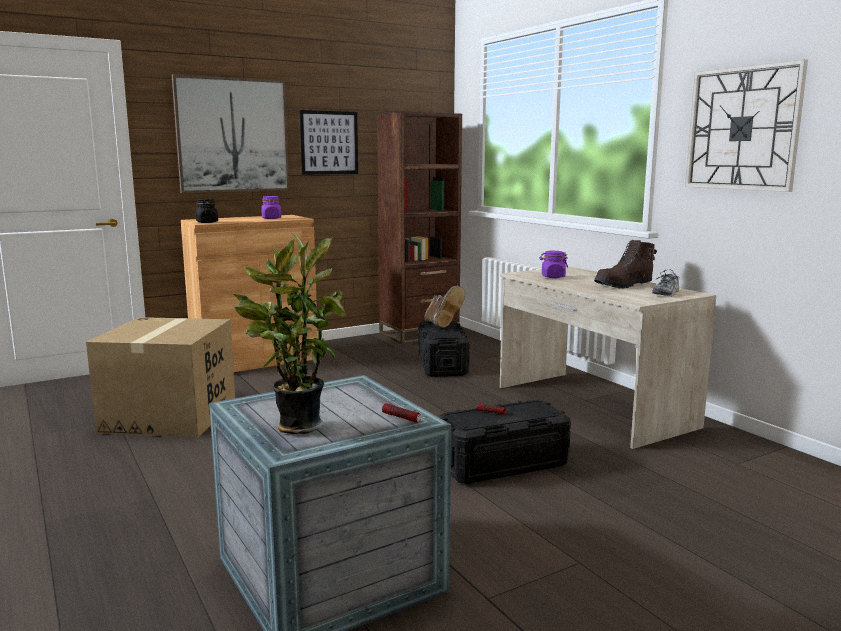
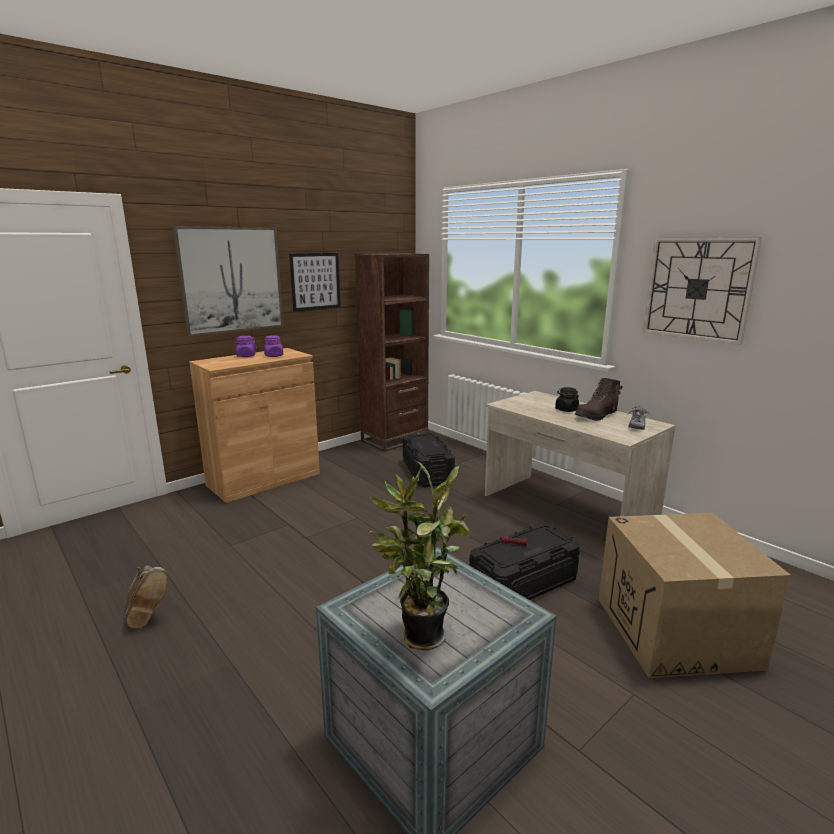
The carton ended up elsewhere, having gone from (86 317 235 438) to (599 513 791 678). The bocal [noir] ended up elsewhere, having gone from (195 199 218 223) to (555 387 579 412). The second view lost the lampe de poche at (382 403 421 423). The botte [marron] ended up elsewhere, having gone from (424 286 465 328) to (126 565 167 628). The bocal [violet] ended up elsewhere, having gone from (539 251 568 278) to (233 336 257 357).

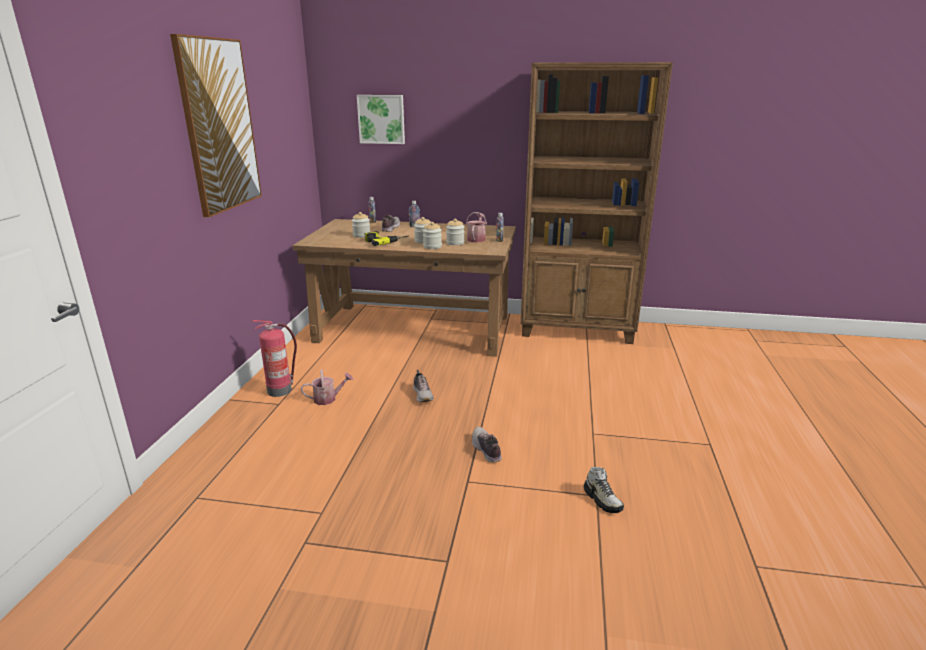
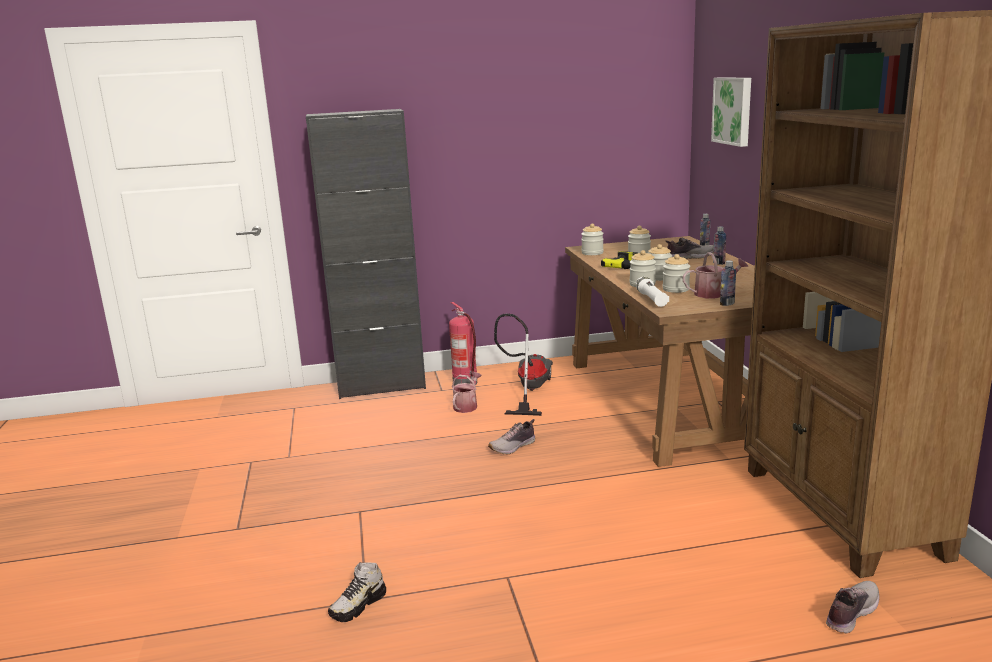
The second view lost the tableau at (170 34 262 218). The arrosoir at (301 369 353 405) ended up facing another way, 120 degrees counterclockwise from before. The chaussure ended up elsewhere, having gone from (472 427 502 463) to (826 581 879 633). The second view gained the meuble de rangement [noir] at (306 109 426 399). The second view gained the aspirateur at (494 314 553 416). The second view gained the bocal at (581 224 604 255). The second view gained the lampe de poche [blanc] at (636 277 669 307).

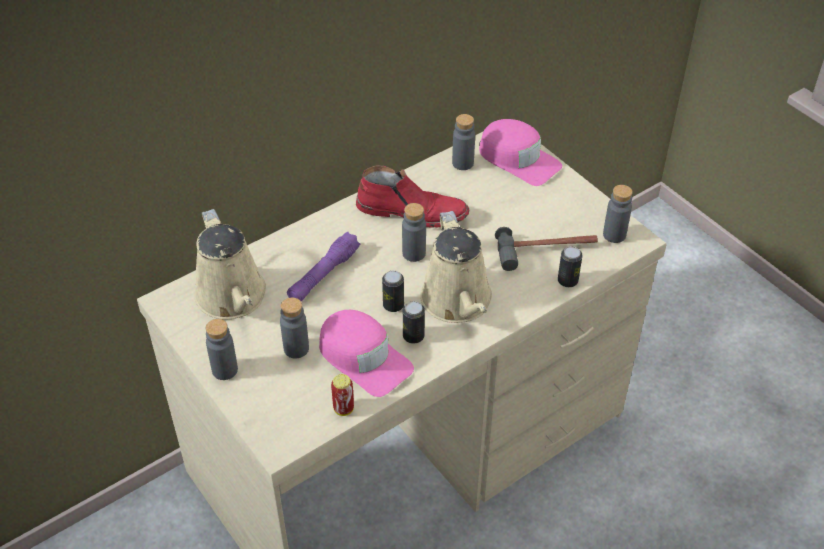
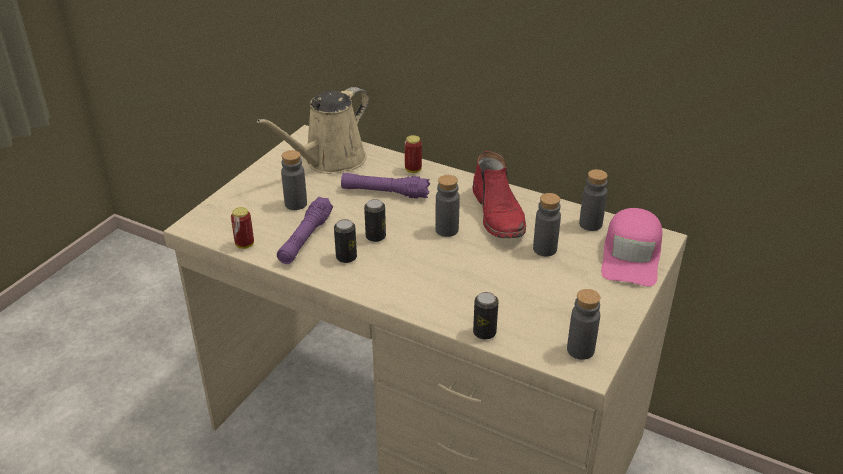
The bouteille [gris] ended up elsewhere, having gone from (206 319 238 380) to (533 193 561 257). Where the casquette [rose] stood at (319 310 414 397), the lampe de poche [violet] came to stand at (277 197 333 264). The second view lost the arrosoir [beige] at (420 211 492 323). The second view lost the marteau at (495 227 598 271). The second view gained the boîte métallique at (405 135 422 173).

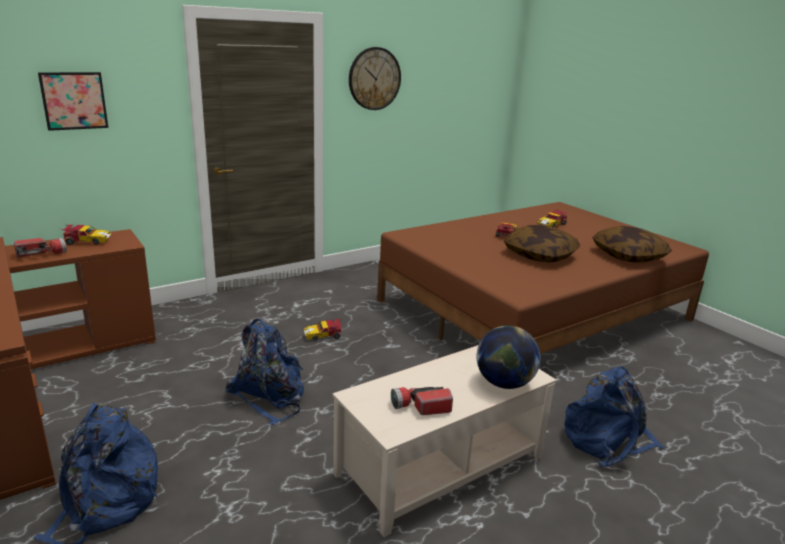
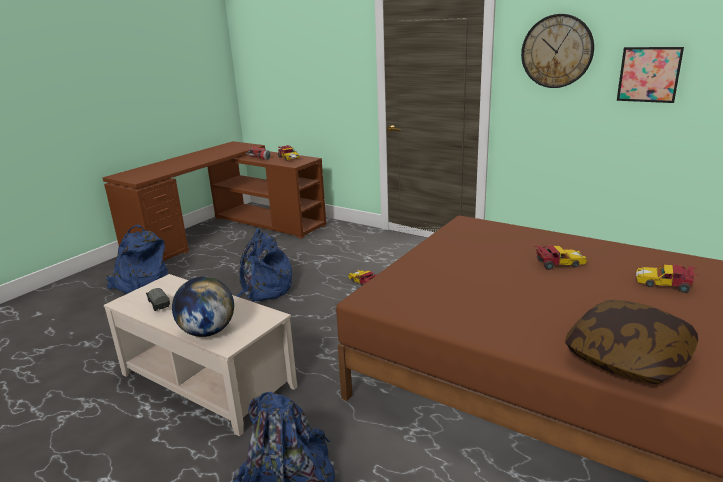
The tableau ended up elsewhere, having gone from (38 72 108 131) to (617 47 684 103). Where the lampe de poche stood at (391 387 453 415), the camion jouet came to stand at (146 288 170 311). The second view lost the coussin at (504 225 580 262).

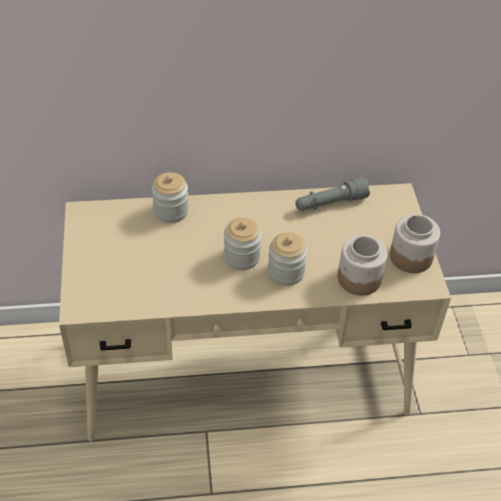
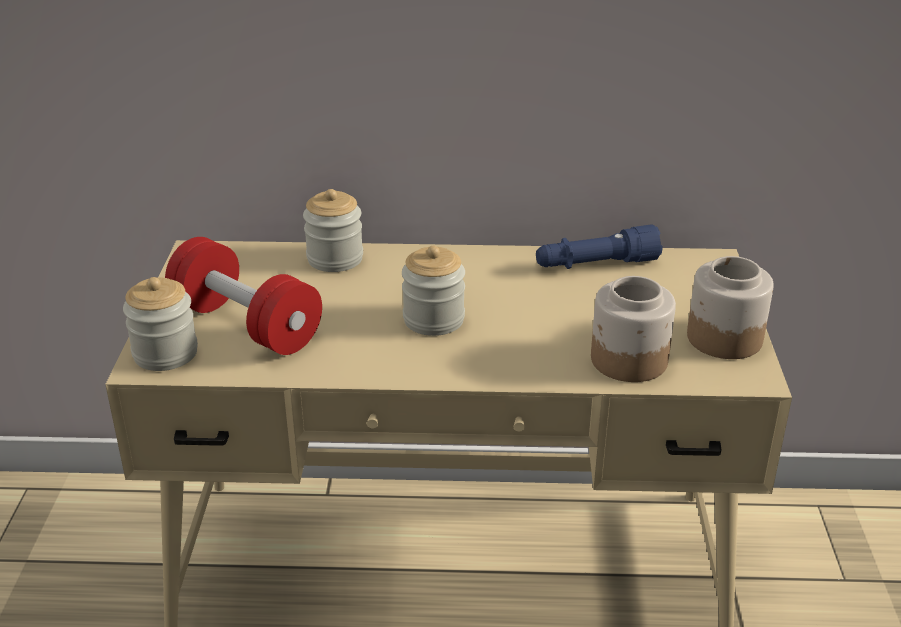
The bocal ended up elsewhere, having gone from (268 233 307 286) to (123 277 198 371). What was the lampe de poche [gris] at (295 176 370 211) turned into the lampe de poche [bleu] at (536 224 663 269). The second view gained the haltère [rouge] at (165 237 322 355).

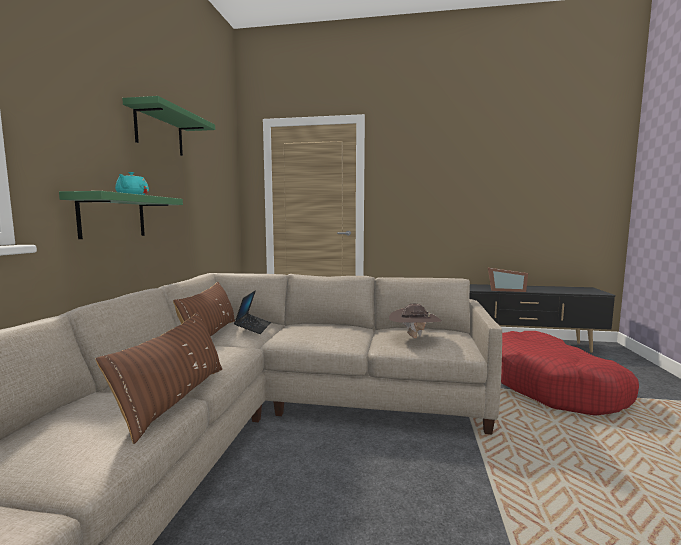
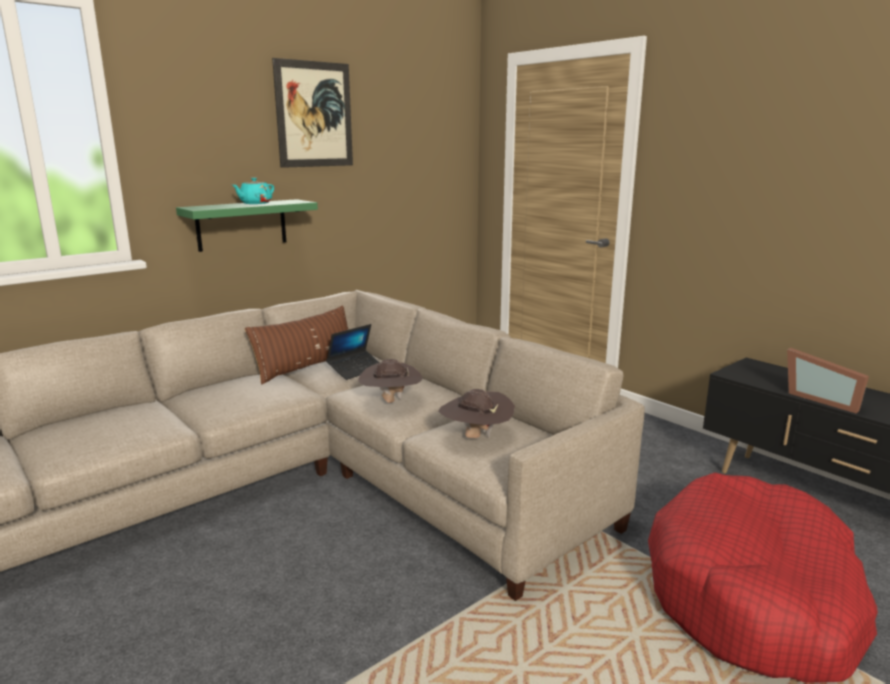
The second view lost the coussin [marron] at (95 312 222 444). Where the étagère [vert] hung at (122 96 215 156), the tableau came to hang at (272 58 353 168). The second view gained the chapeau [marron] at (358 359 423 403).

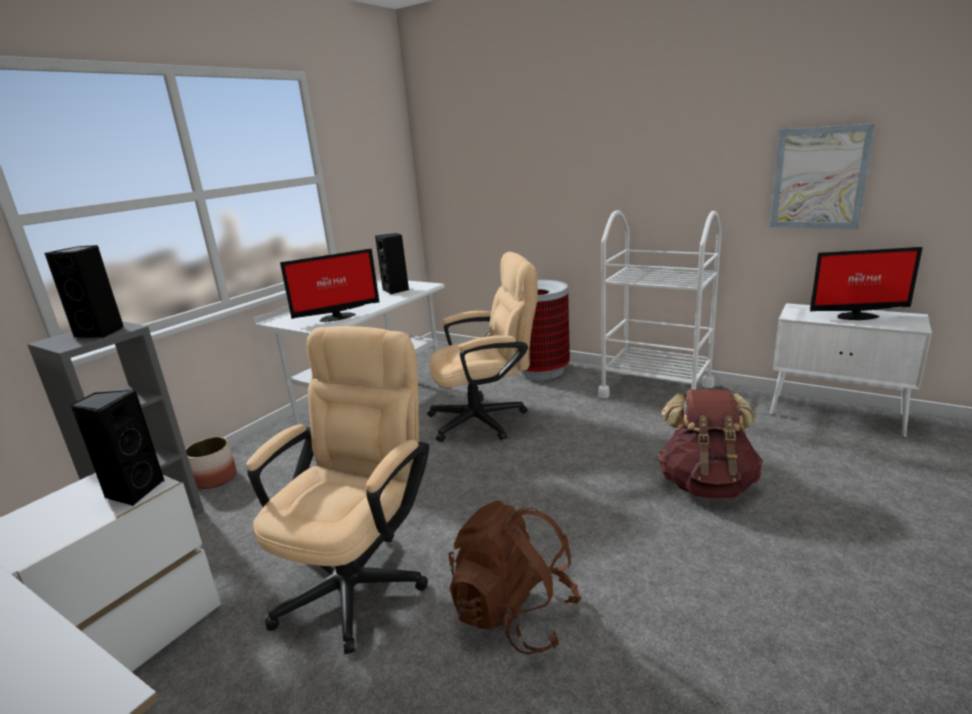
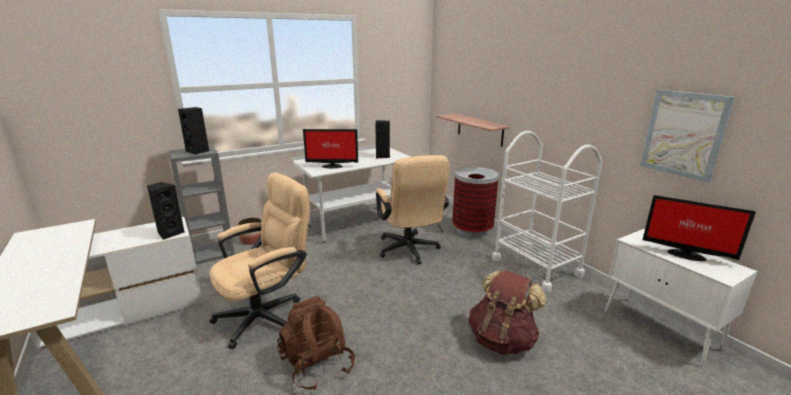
The chaise de bureau [beige] at (427 252 538 442) ended up facing another way, 60 degrees clockwise from before. The second view gained the étagère at (436 114 511 147).

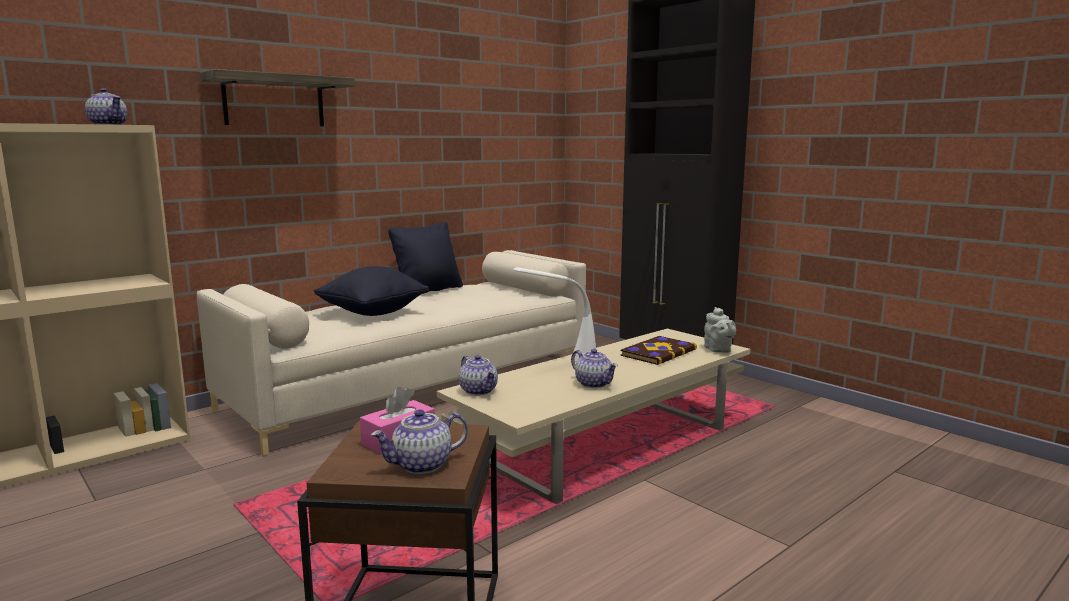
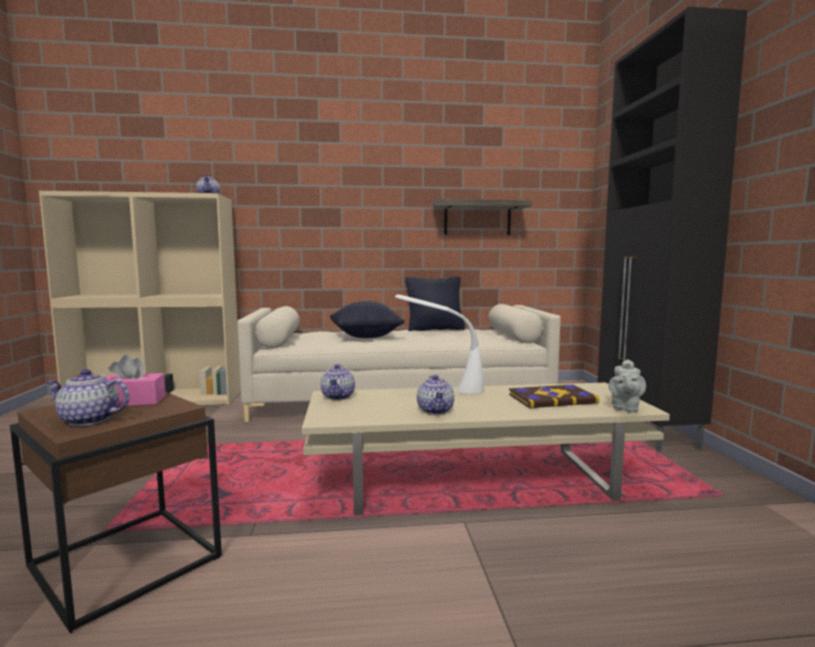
The étagère ended up elsewhere, having gone from (200 69 355 126) to (433 199 532 235).

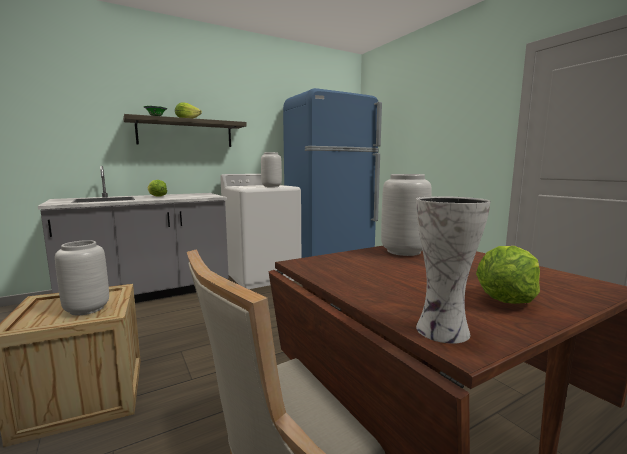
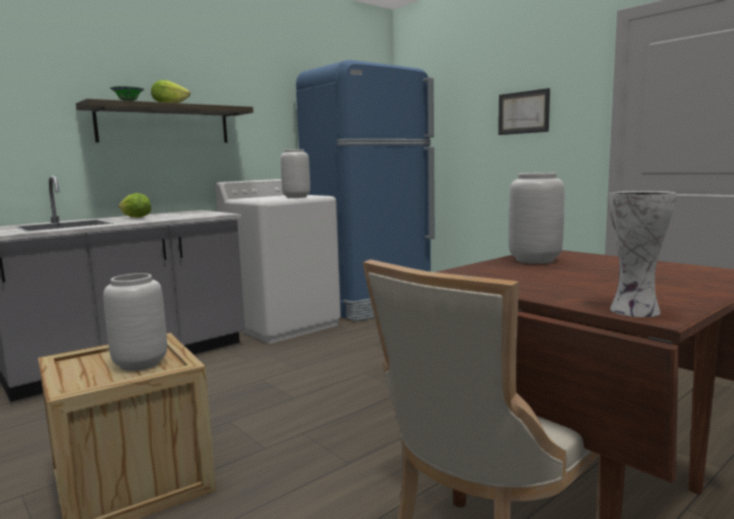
The second view lost the laitue at (476 246 540 304). The second view gained the tableau at (498 88 550 135).

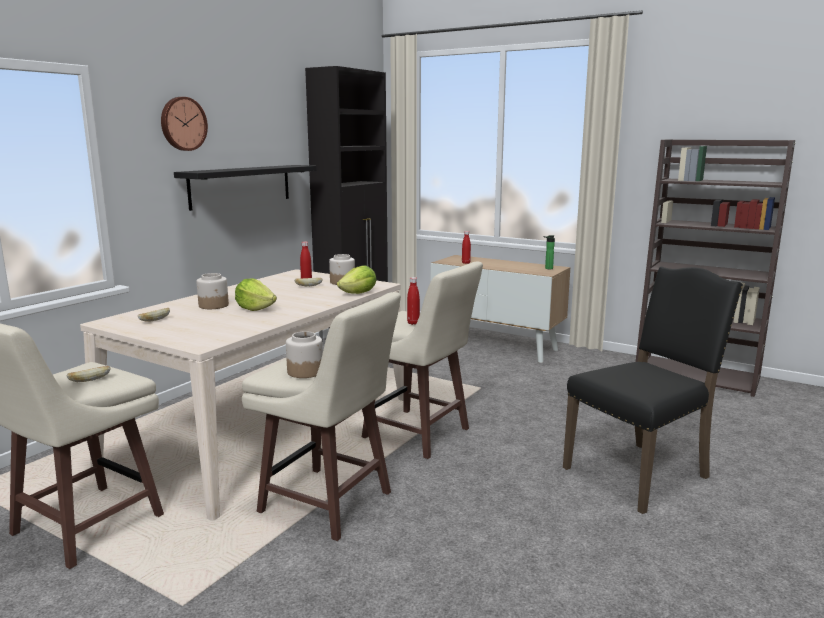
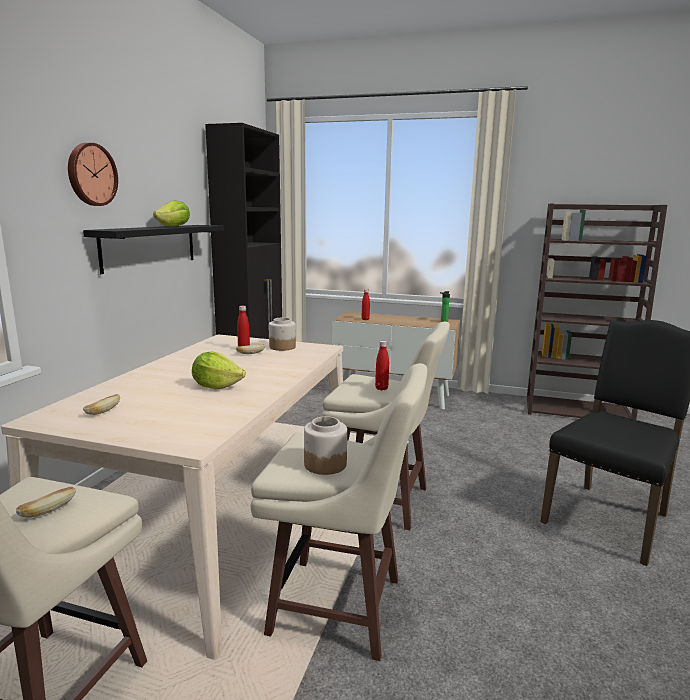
The second view lost the bocal at (196 273 229 309). The laitue ended up elsewhere, having gone from (337 265 376 294) to (153 200 190 227).

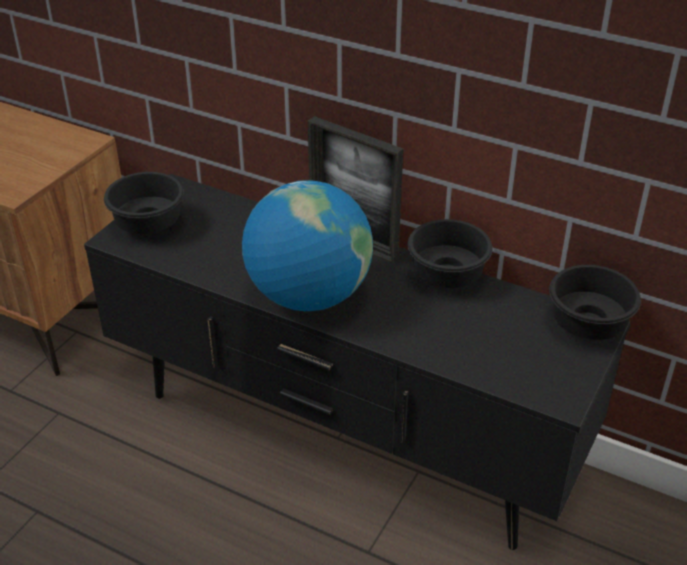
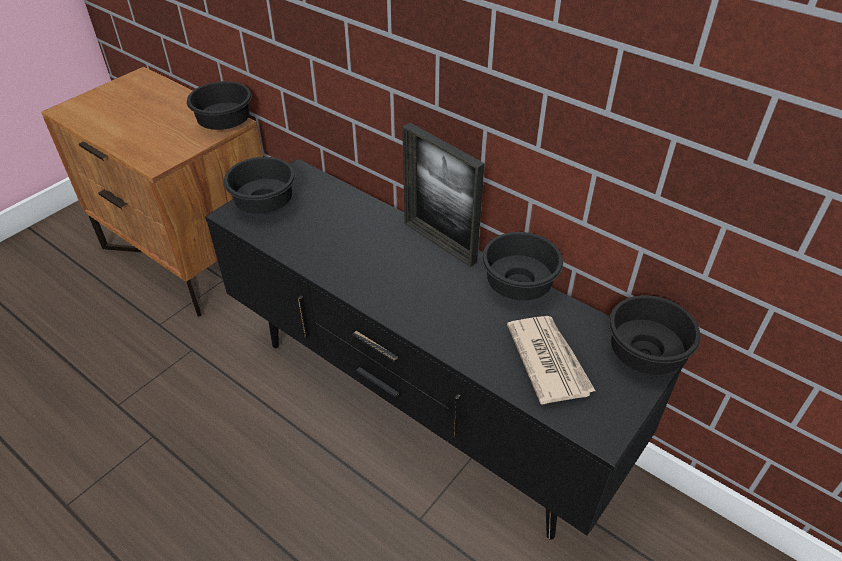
The second view lost the globe at (242 180 373 311). The second view gained the bol [noir] at (187 81 252 130). The second view gained the journal at (507 316 595 405).

